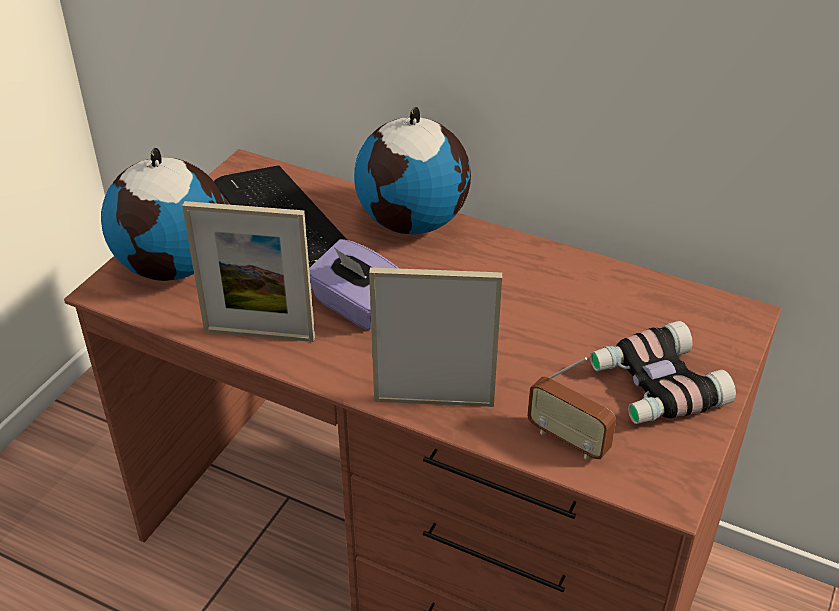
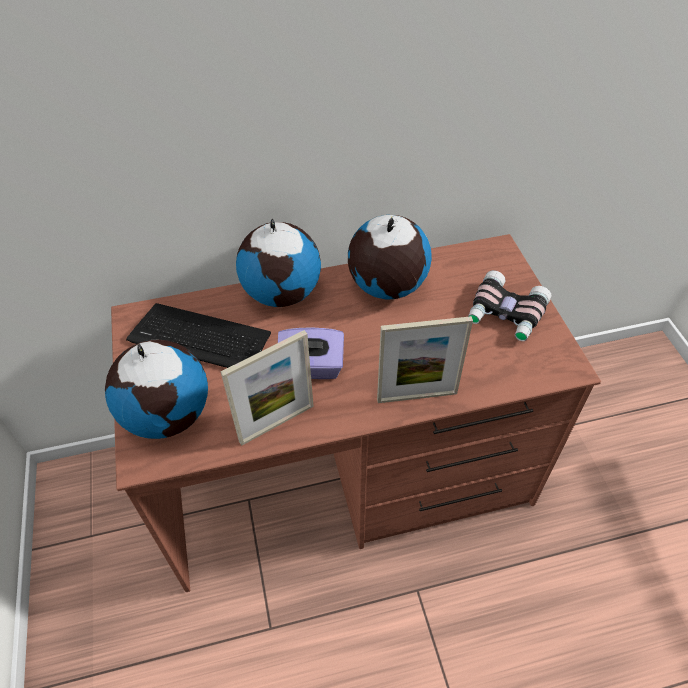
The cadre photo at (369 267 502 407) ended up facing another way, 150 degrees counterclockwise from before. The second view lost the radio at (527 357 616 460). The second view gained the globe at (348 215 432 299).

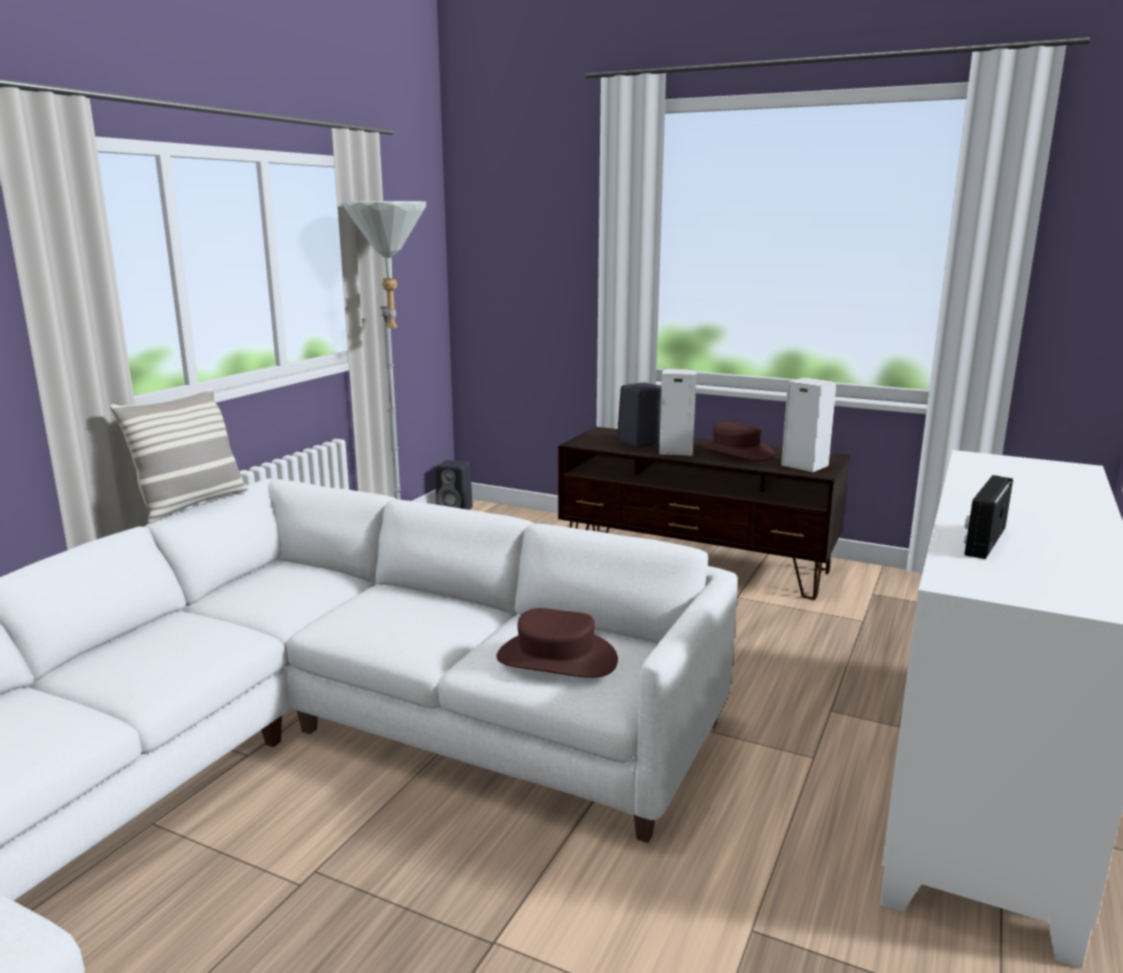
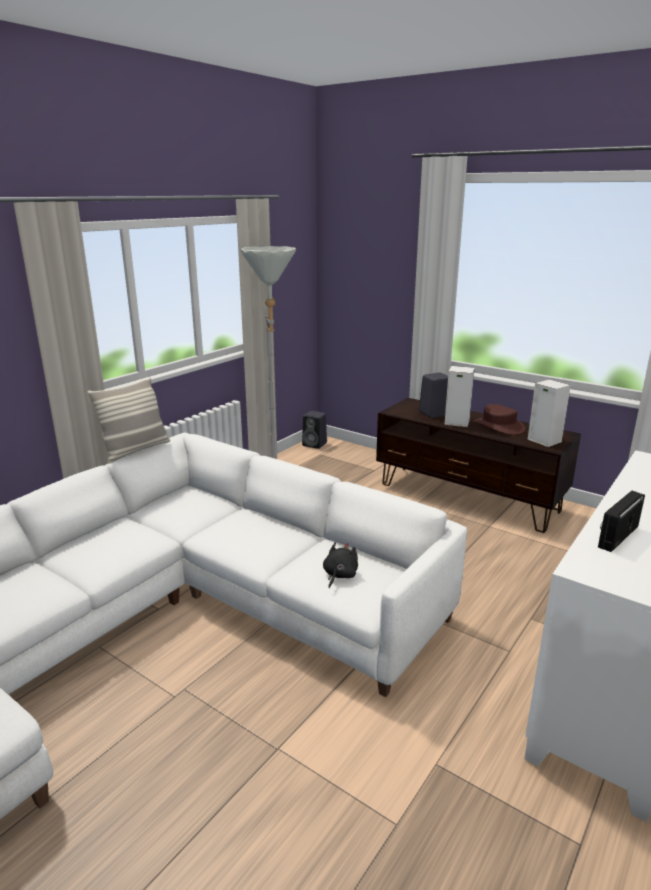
Where the chapeau [marron] stood at (496 608 618 678), the peluche [noir] came to stand at (323 542 358 588).

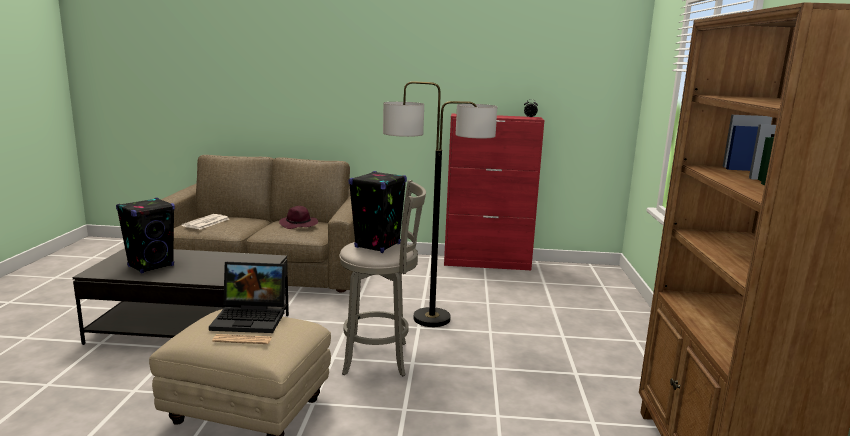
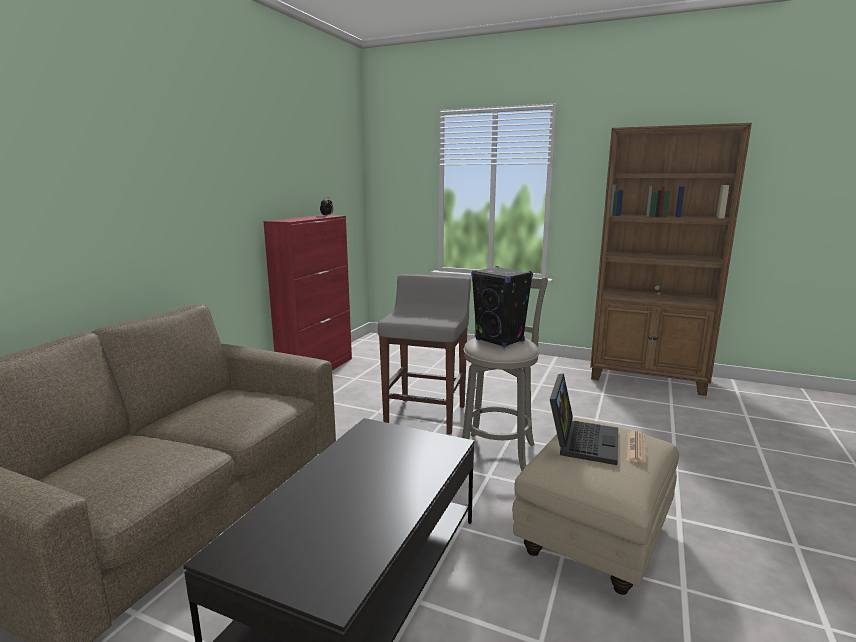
The second view lost the enceinte [noir] at (116 198 175 273). The second view lost the journal at (182 214 229 229). The second view lost the chapeau [violet] at (279 206 318 229). Where the lampadaire stood at (383 81 497 327), the tabouret [gris] came to stand at (378 274 471 434).

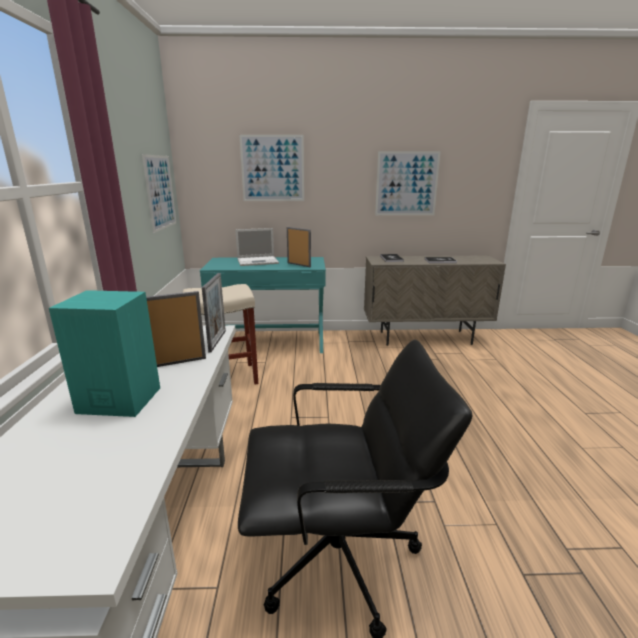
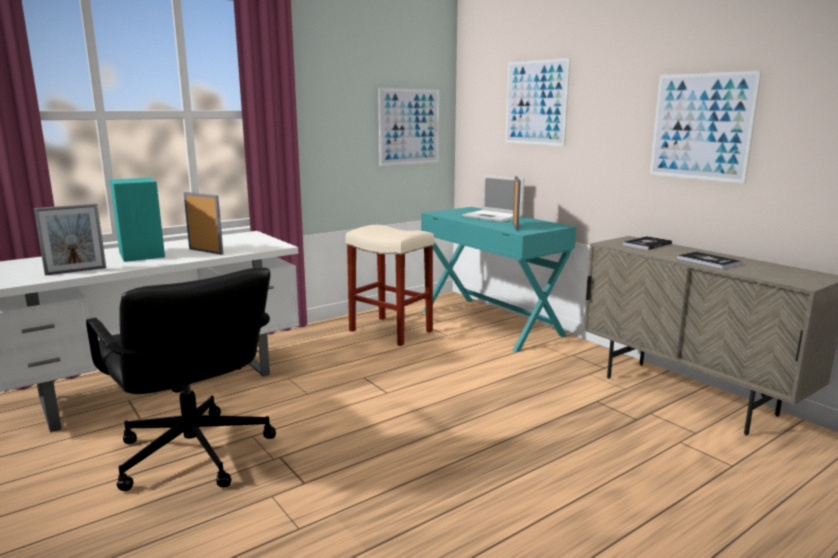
The cadre photo ended up elsewhere, having gone from (202 273 226 352) to (34 204 106 275).

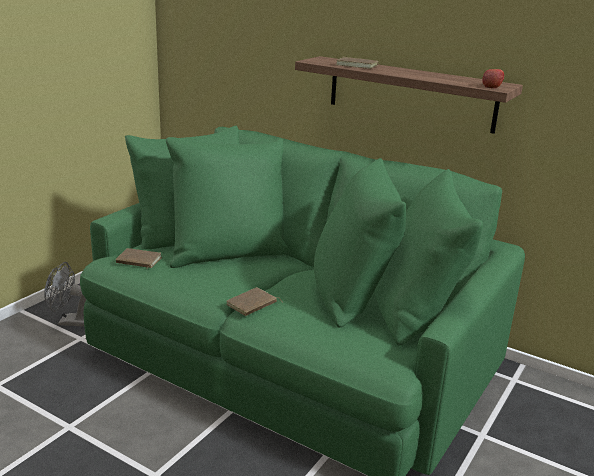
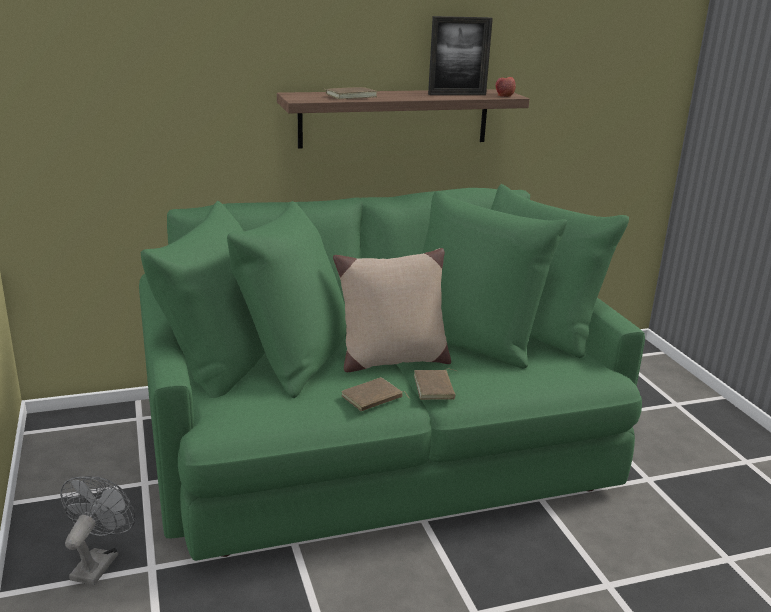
The ventilateur [gris] at (44 262 86 327) ended up facing another way, 150 degrees clockwise from before. The livre [marron] ended up elsewhere, having gone from (116 248 162 269) to (341 377 409 411). The second view gained the coussin [beige] at (333 248 451 372). The second view gained the cadre photo at (428 16 493 95).

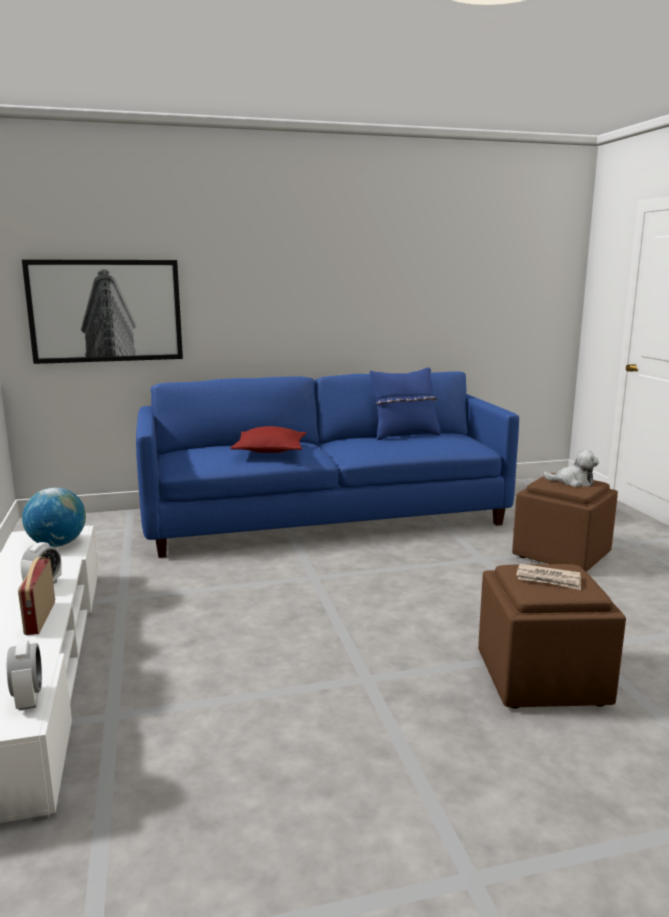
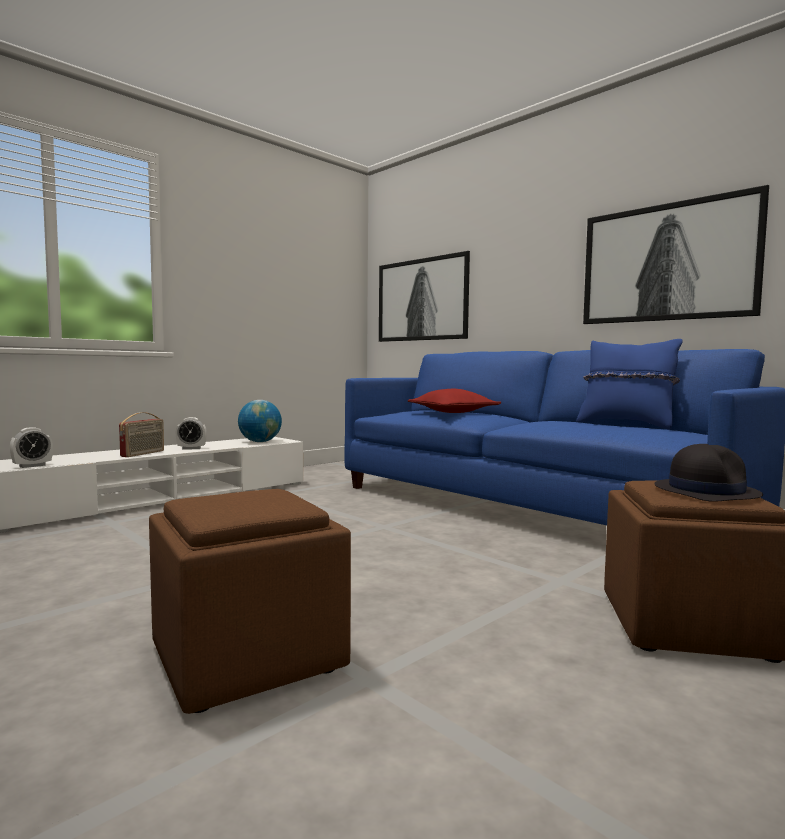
The radio at (18 557 55 635) ended up facing another way, 150 degrees clockwise from before. The second view lost the journal at (516 563 581 590). Where the peluche stood at (543 449 599 487), the chapeau [noir] came to stand at (654 444 763 502). The second view gained the tableau at (583 185 769 324).

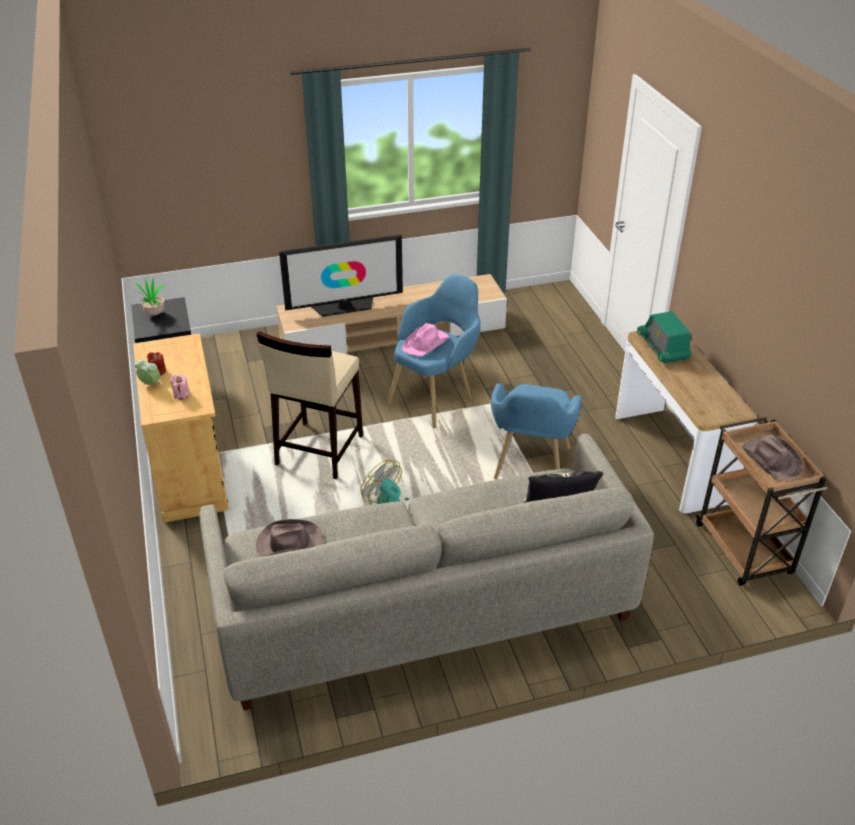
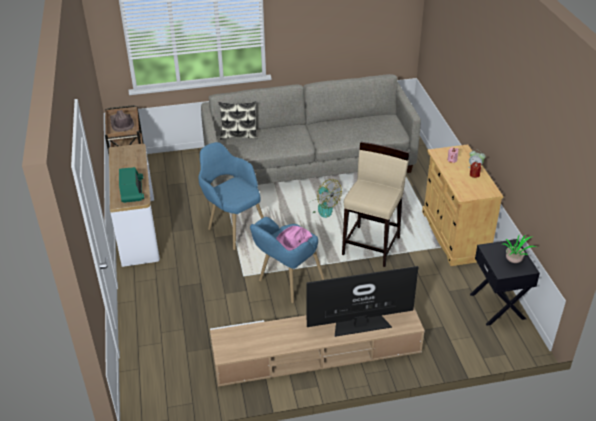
The second view lost the chapeau [marron] at (256 519 323 556). The fauteuil [bleu] at (491 383 582 479) ended up facing another way, 60 degrees counterclockwise from before.

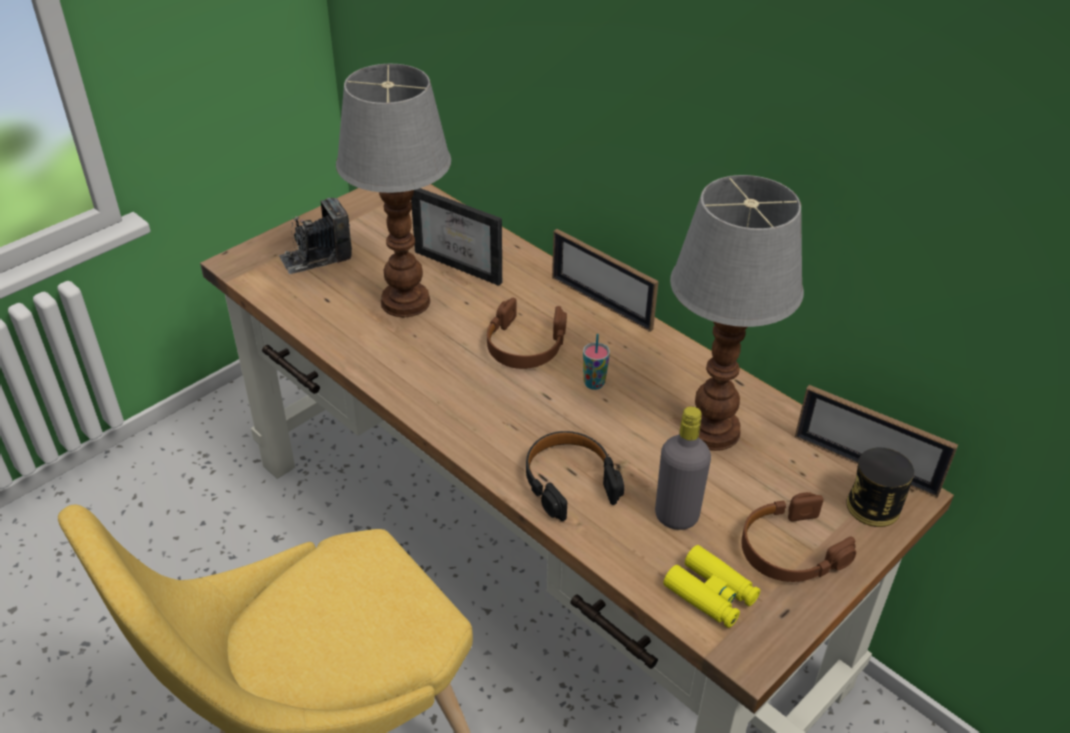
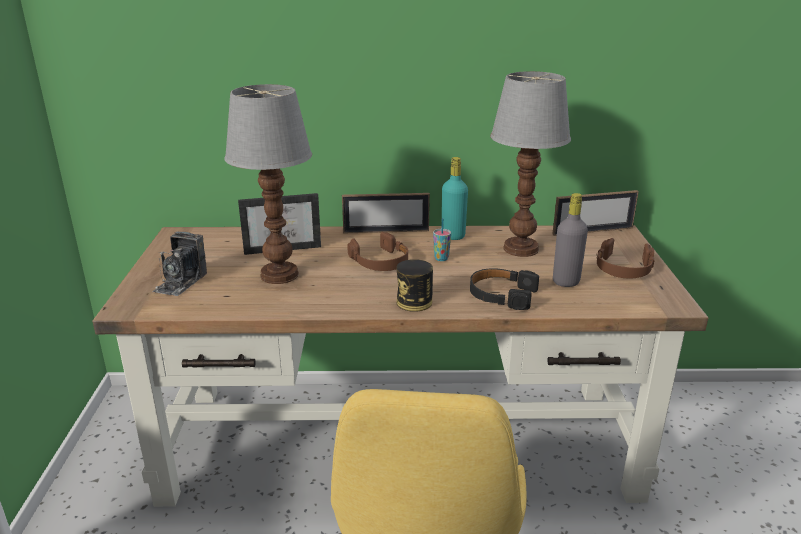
The second view lost the jumelles [jaune] at (663 545 760 628). The boîte métallique ended up elsewhere, having gone from (846 447 914 527) to (396 259 433 312). The second view gained the bouteille [turquoise] at (442 157 468 240).

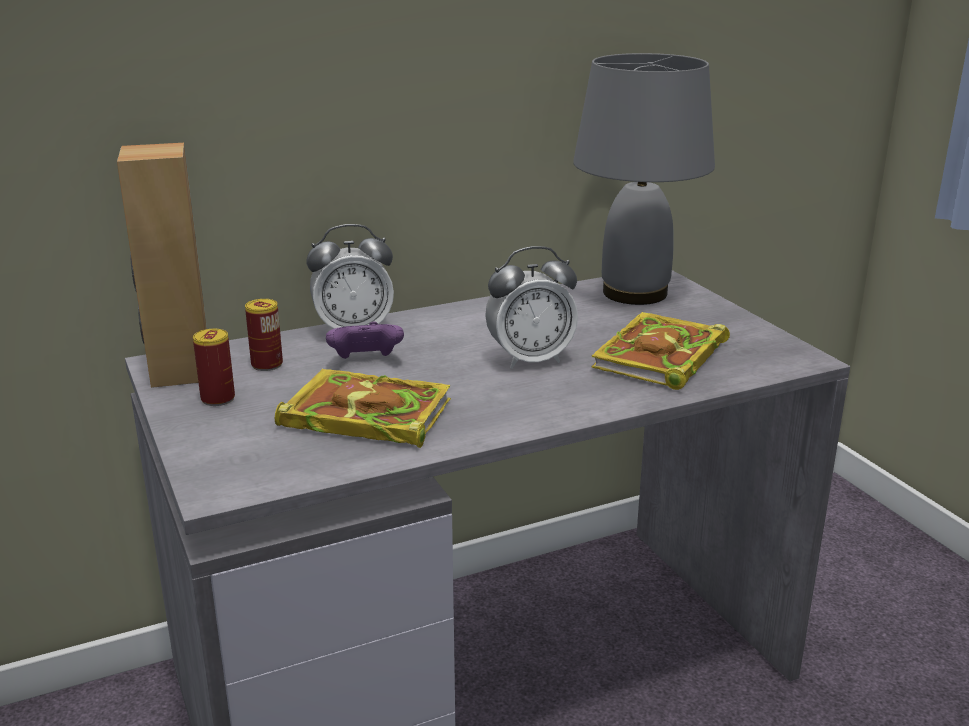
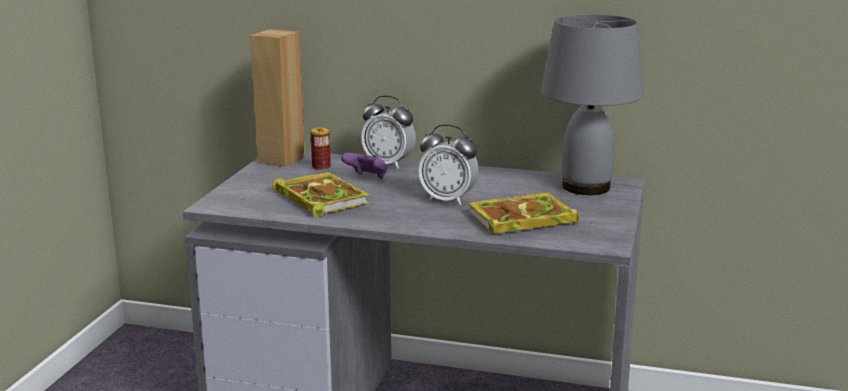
The second view lost the boîte métallique at (193 329 235 406).

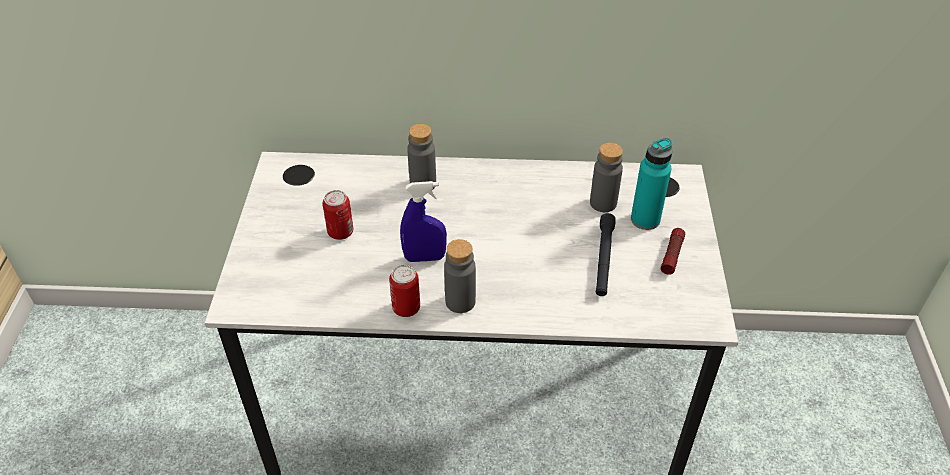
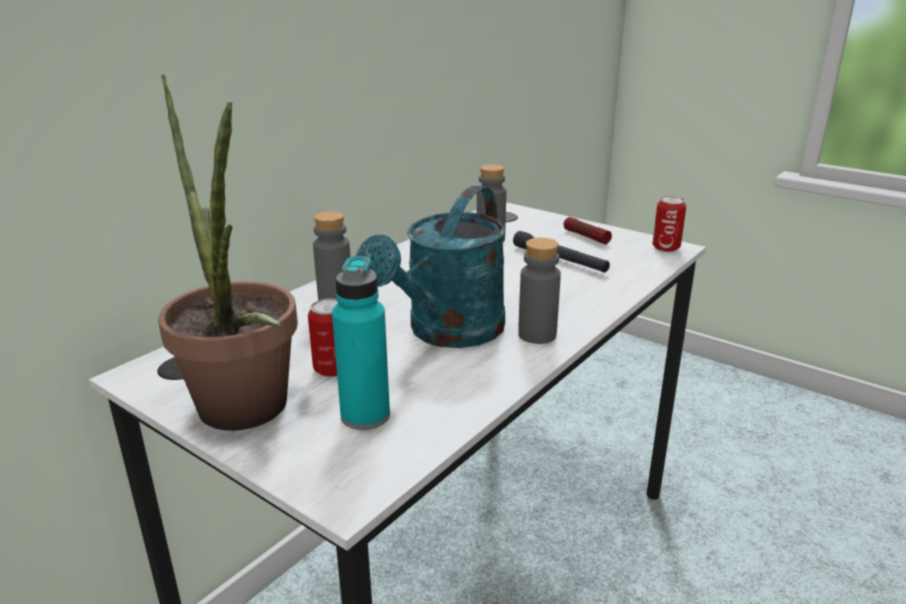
The boîte métallique ended up elsewhere, having gone from (389 265 420 317) to (652 196 686 252). Where the vaporisateur [bleu] stood at (400 181 447 262), the arrosoir [turquoise] came to stand at (356 185 505 348). The bouteille [turquoise] ended up elsewhere, having gone from (631 137 673 230) to (332 256 390 430). The second view gained the plante en pot at (158 74 298 431).

